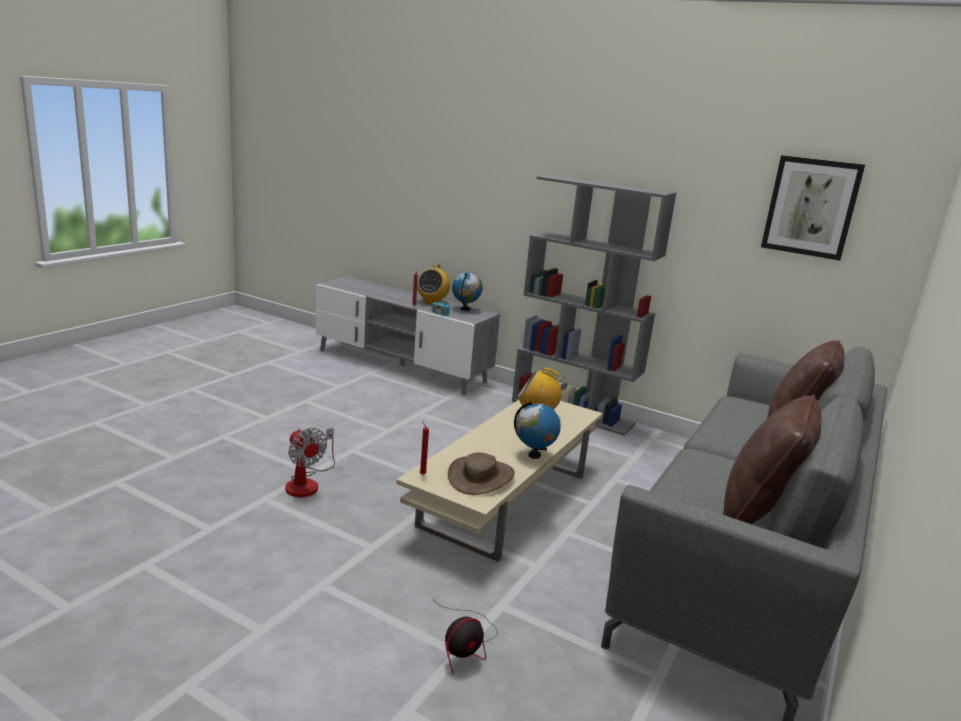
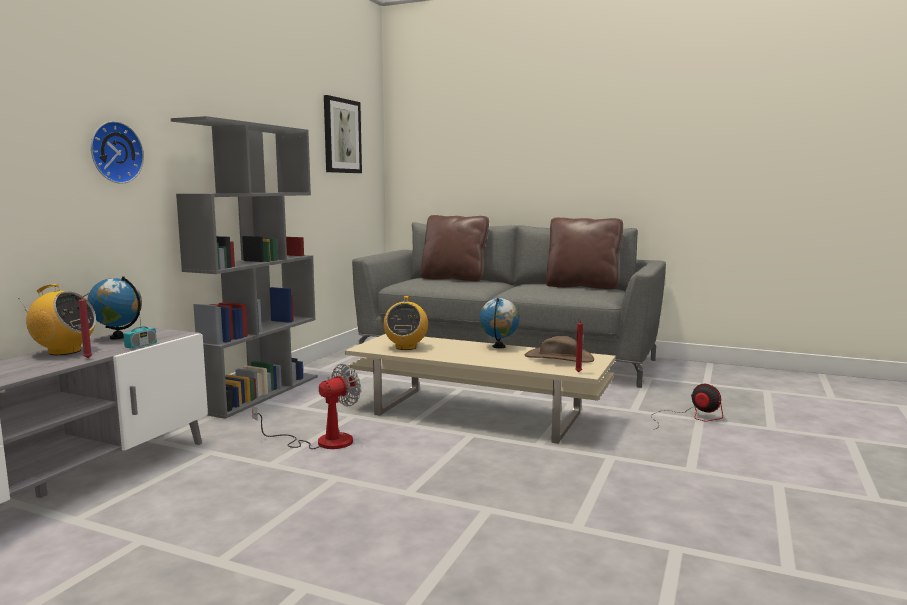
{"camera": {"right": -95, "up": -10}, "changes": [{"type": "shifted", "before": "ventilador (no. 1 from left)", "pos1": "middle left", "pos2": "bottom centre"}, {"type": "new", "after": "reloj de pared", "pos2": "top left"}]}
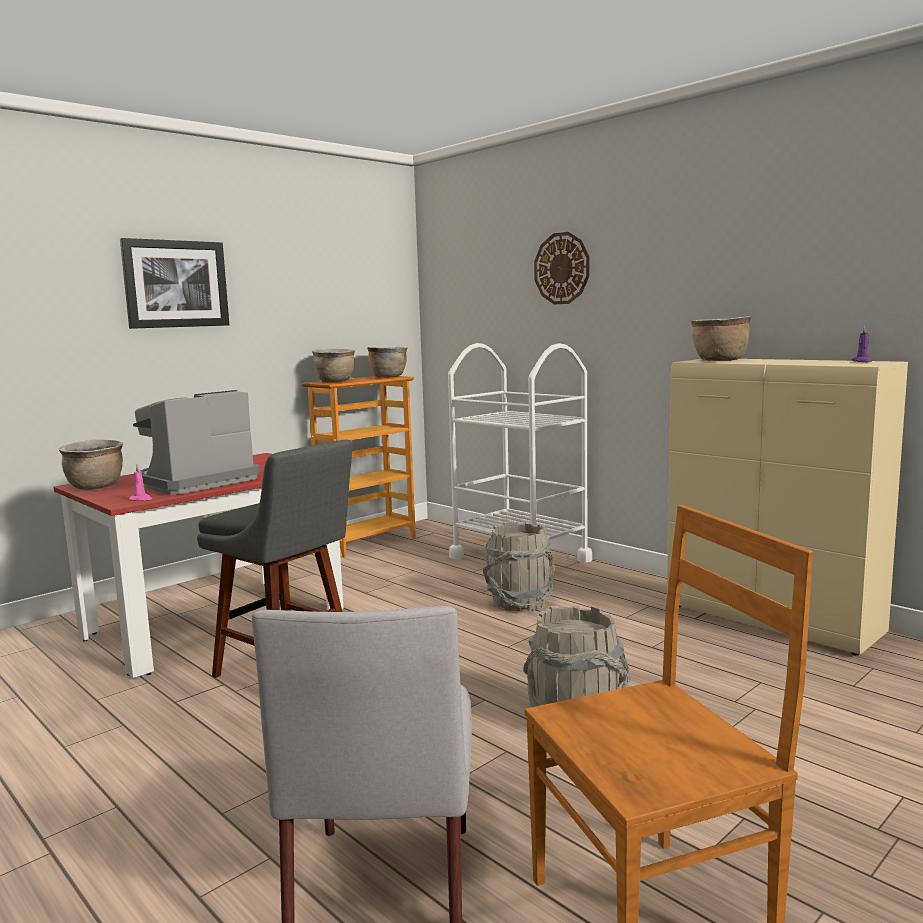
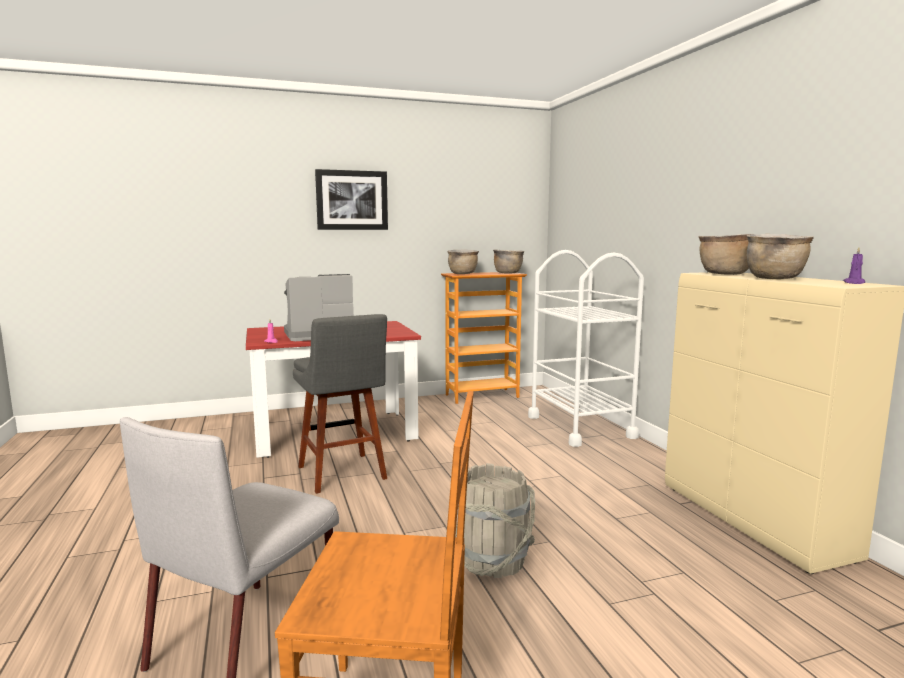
{"camera": {"right": 25, "up": 0}, "changes": [{"type": "gone", "before": "reloj de pared", "pos1": "top centre"}, {"type": "shifted", "before": "olla/marrón (no. 1 from left in the first image)", "after": "olla/marrón (no. 4 from left)", "pos1": "middle left", "pos2": "middle right"}, {"type": "gone", "before": "cubo/gris (no. 1 from left)", "pos1": "centre"}]}
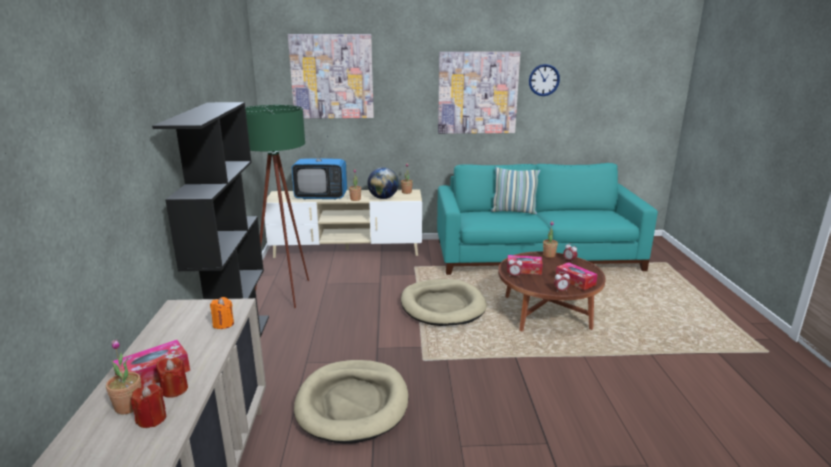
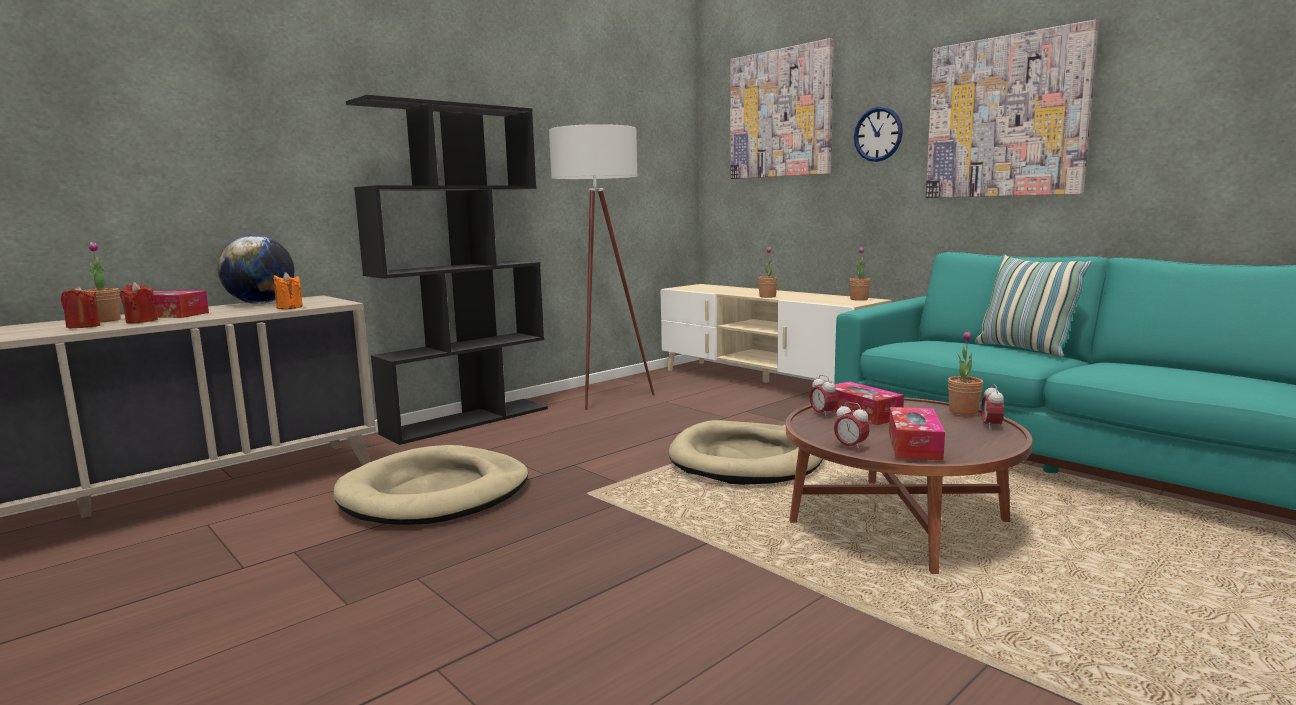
{"camera": {"right": 50, "up": -10}, "changes": [{"type": "shifted", "before": "reloj de pared", "pos1": "top centre", "pos2": "top right"}, {"type": "repainted", "before": "lámpara de pie/verde", "after": "lámpara de pie/blanco", "pos1": "centre", "pos2": "centre"}, {"type": "gone", "before": "televisor", "pos1": "centre"}, {"type": "shifted", "before": "globo terráqueo", "pos1": "centre", "pos2": "middle left"}]}
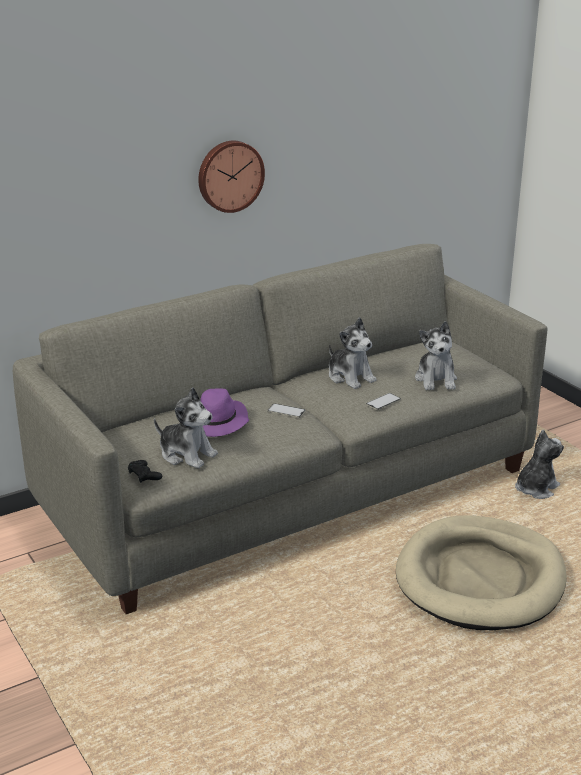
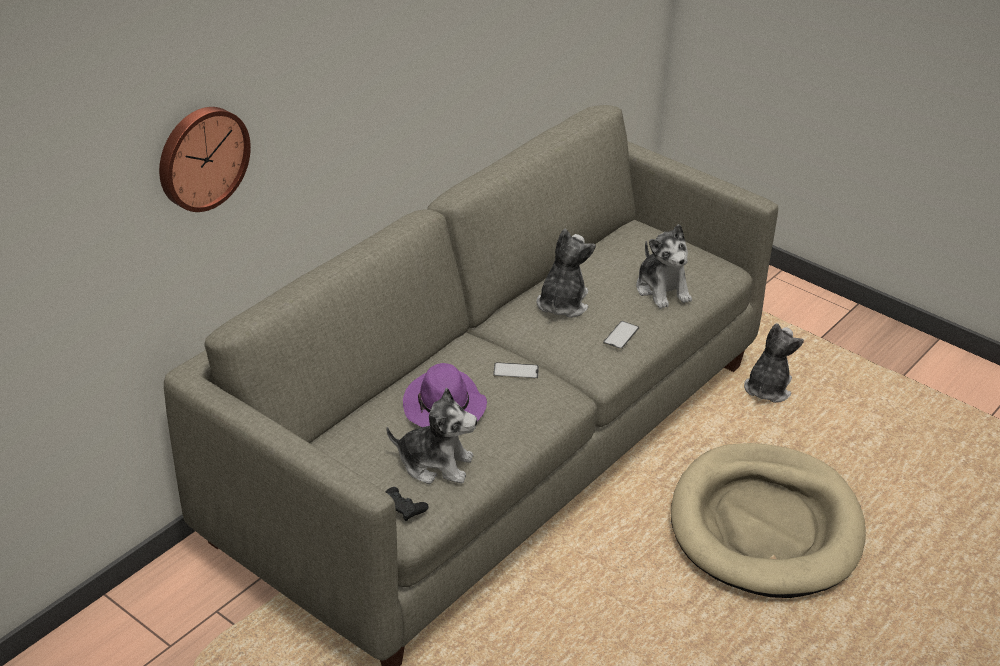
{"camera": {"right": -20, "up": 10}, "changes": [{"type": "shifted", "before": "reloj de pared", "pos1": "top centre", "pos2": "top left"}, {"type": "rotated", "before": "peluche (no. 2 from left)", "pos1": "centre", "pos2": "centre", "turn": -105}]}
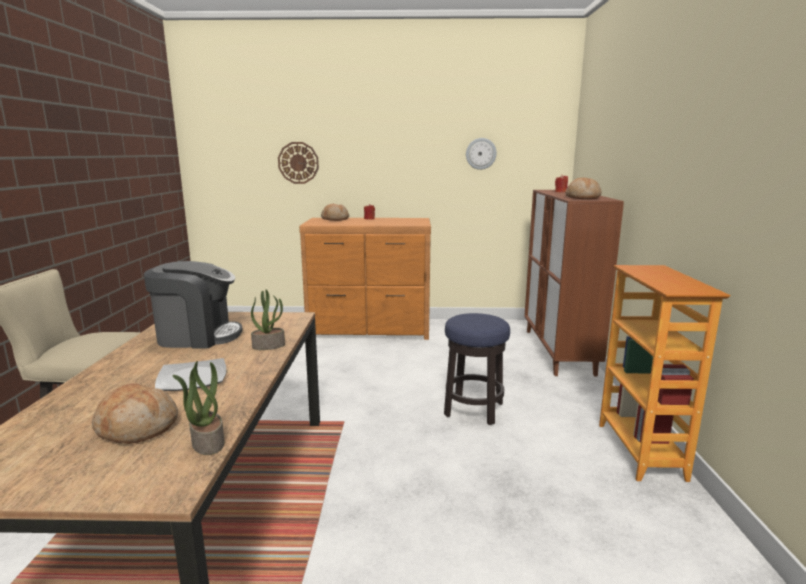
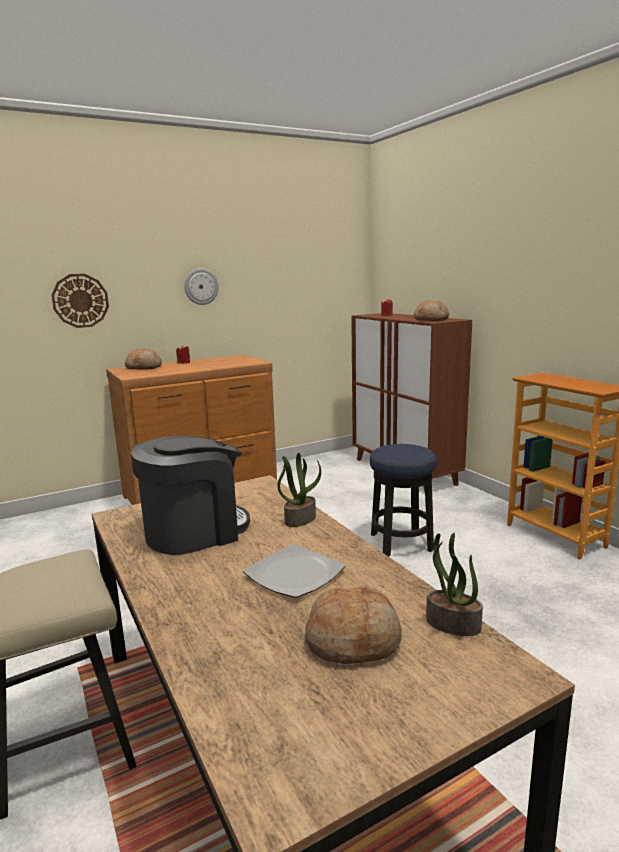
{"camera": {"right": -30, "up": 0}, "changes": [{"type": "shifted", "before": "reloj de pared (no. 2 from left)", "pos1": "top centre", "pos2": "middle left"}]}
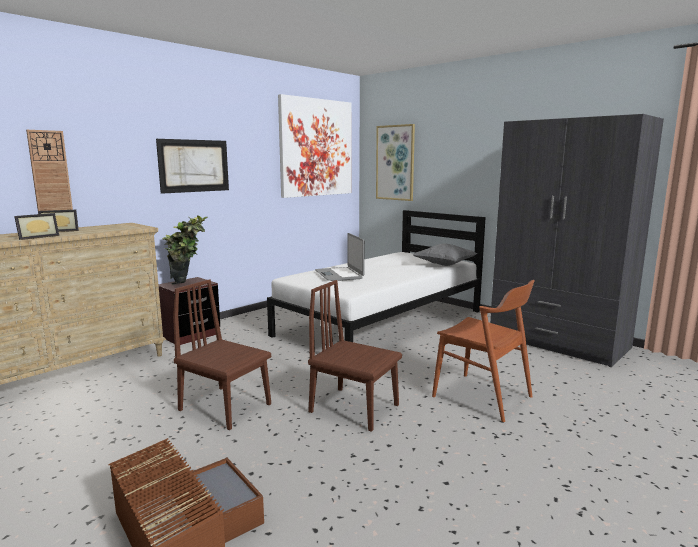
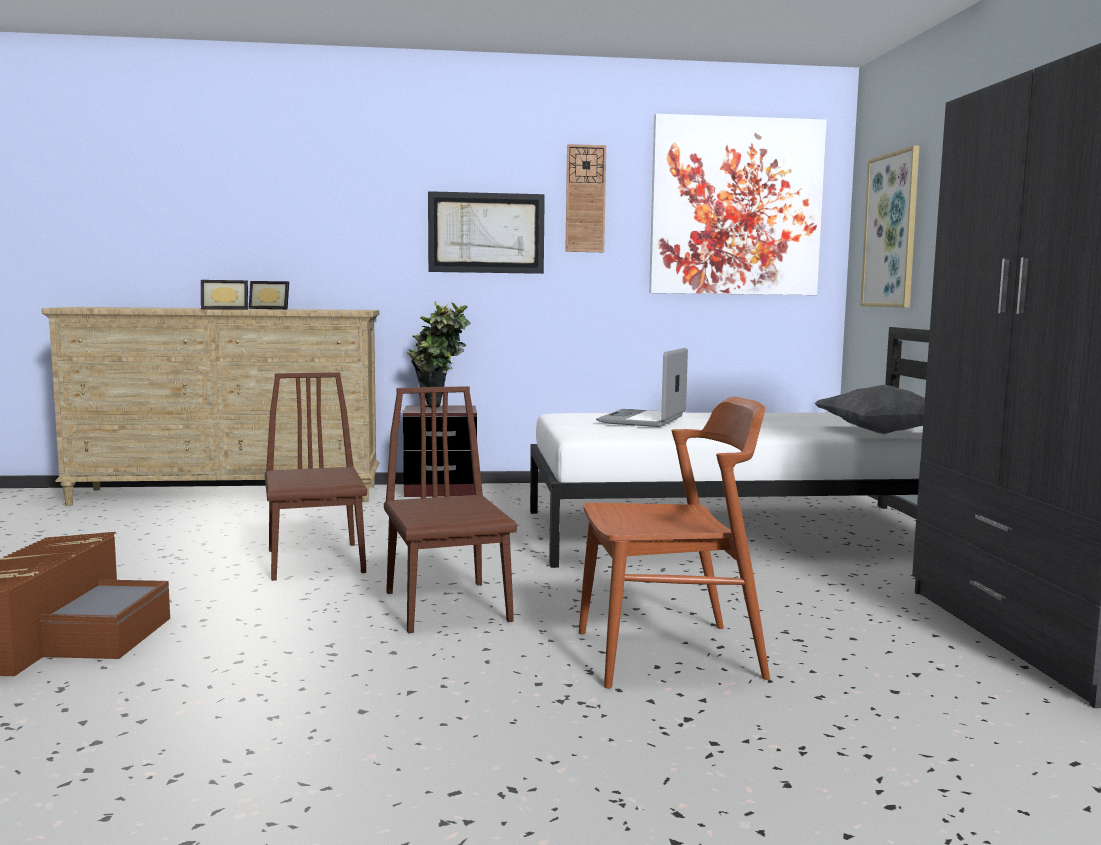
{"camera": {"right": 40, "up": -5}, "changes": [{"type": "shifted", "before": "reloj de pared", "pos1": "top left", "pos2": "top centre"}, {"type": "rotated", "before": "silla/marrón (no. 3 from left)", "pos1": "middle right", "pos2": "centre", "turn": -90}]}
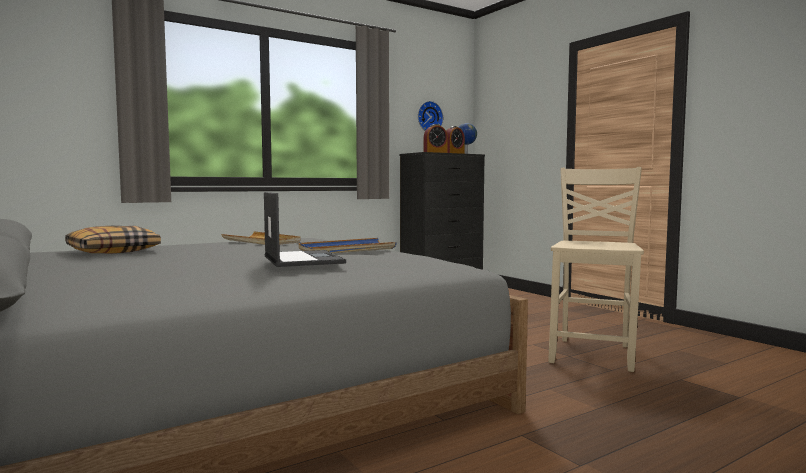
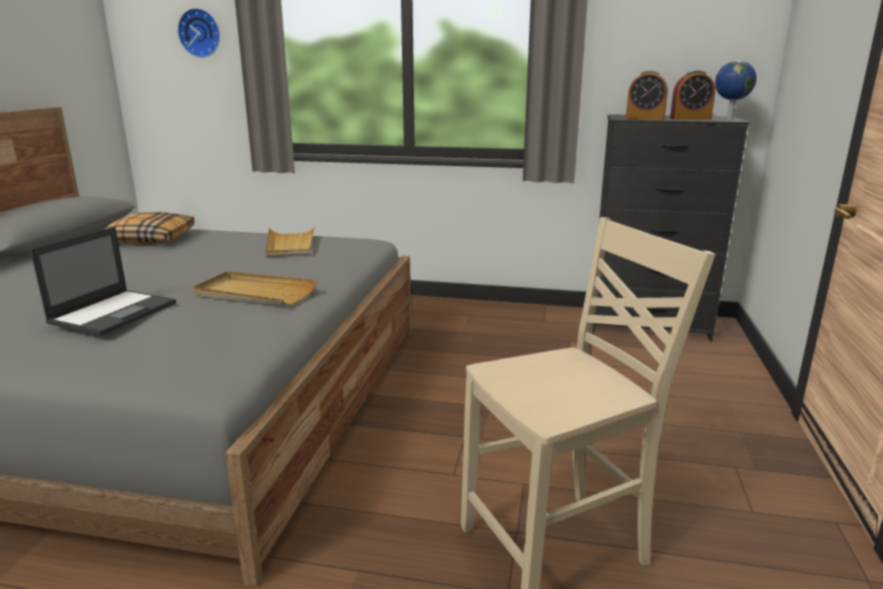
{"camera": {"right": 45, "up": 15}, "changes": [{"type": "shifted", "before": "reloj de pared", "pos1": "top centre", "pos2": "top left"}, {"type": "repainted", "before": "bandeja/azul", "after": "bandeja/beis (no. 1 from left)", "pos1": "centre", "pos2": "middle left"}]}
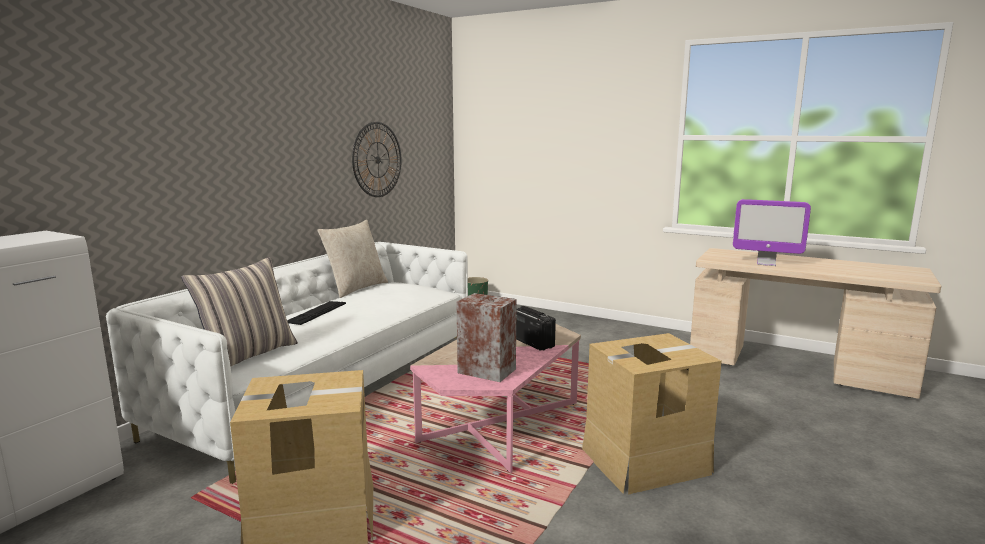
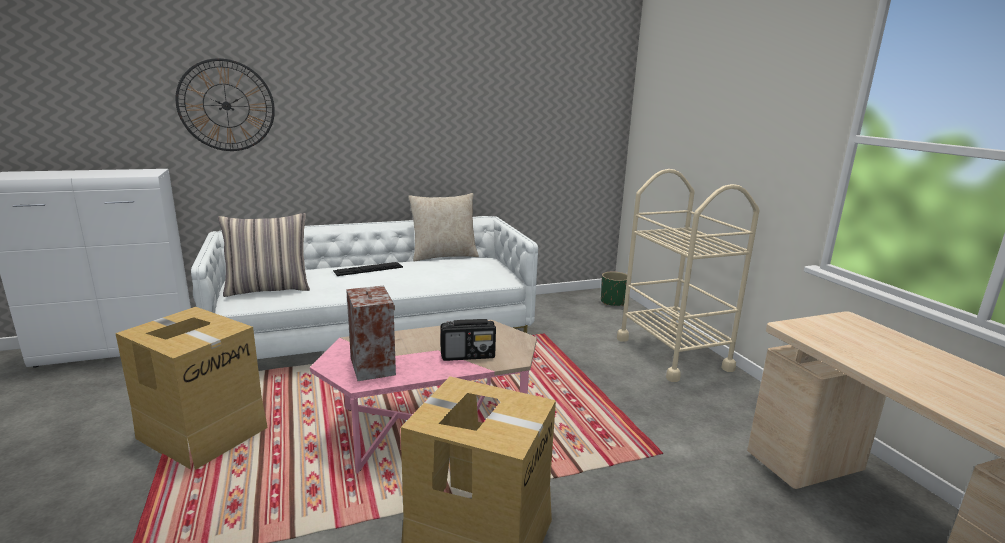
{"camera": {"right": 40, "up": 5}, "changes": [{"type": "shifted", "before": "reloj de pared", "pos1": "top centre", "pos2": "top left"}, {"type": "gone", "before": "monitor", "pos1": "middle right"}, {"type": "rotated", "before": "radio", "pos1": "centre", "pos2": "centre", "turn": 75}, {"type": "new", "after": "carrito/beis", "pos2": "middle right"}]}
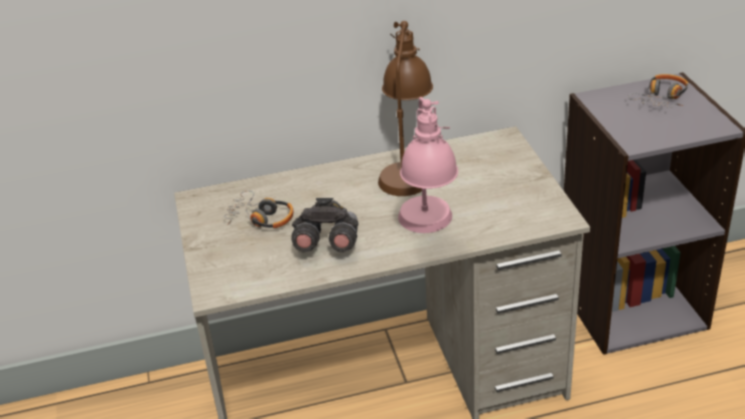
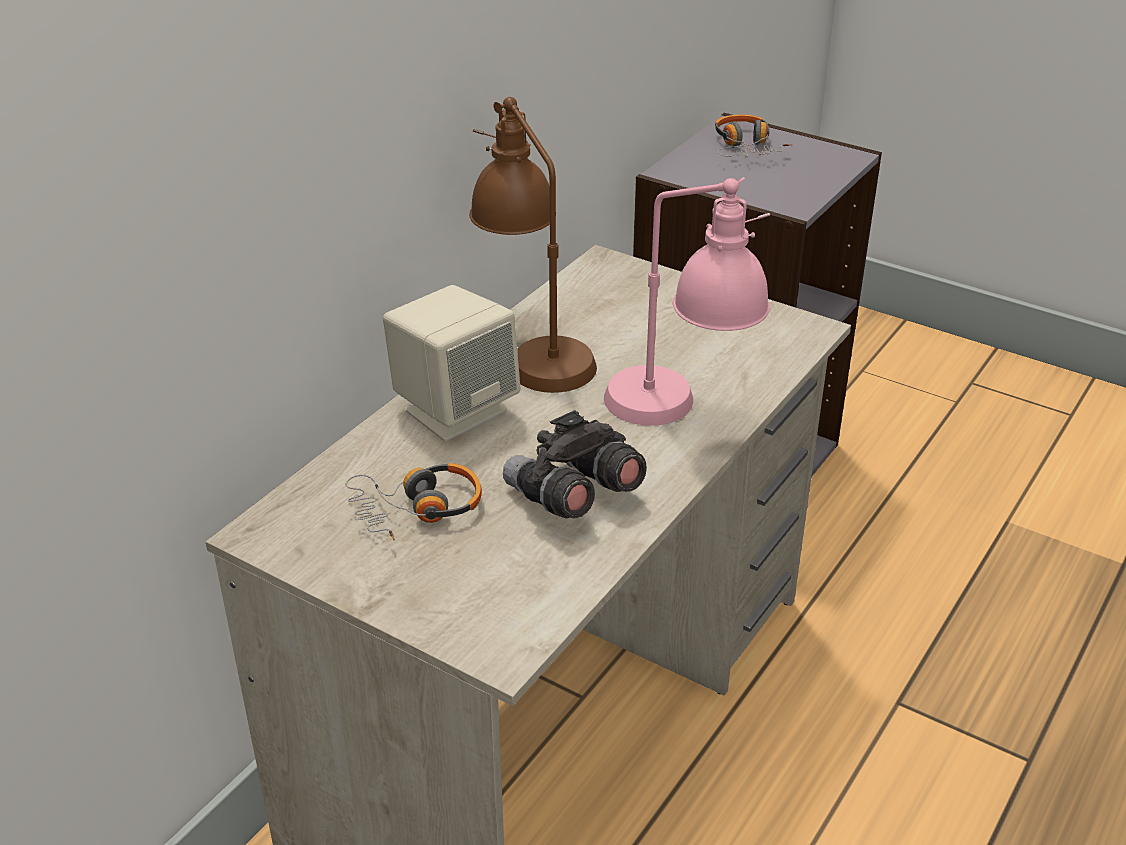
{"camera": {"right": -45, "up": 0}, "changes": [{"type": "new", "after": "altavoz/beis", "pos2": "centre"}]}
